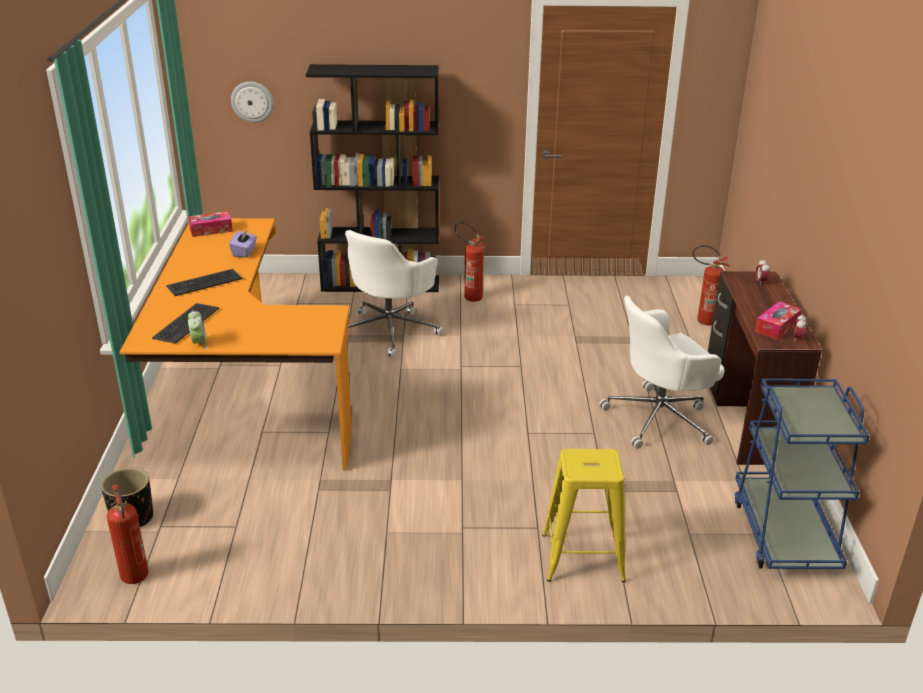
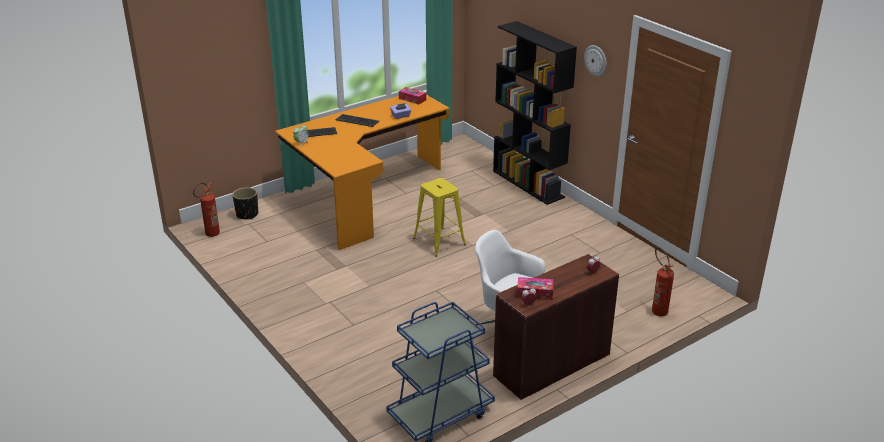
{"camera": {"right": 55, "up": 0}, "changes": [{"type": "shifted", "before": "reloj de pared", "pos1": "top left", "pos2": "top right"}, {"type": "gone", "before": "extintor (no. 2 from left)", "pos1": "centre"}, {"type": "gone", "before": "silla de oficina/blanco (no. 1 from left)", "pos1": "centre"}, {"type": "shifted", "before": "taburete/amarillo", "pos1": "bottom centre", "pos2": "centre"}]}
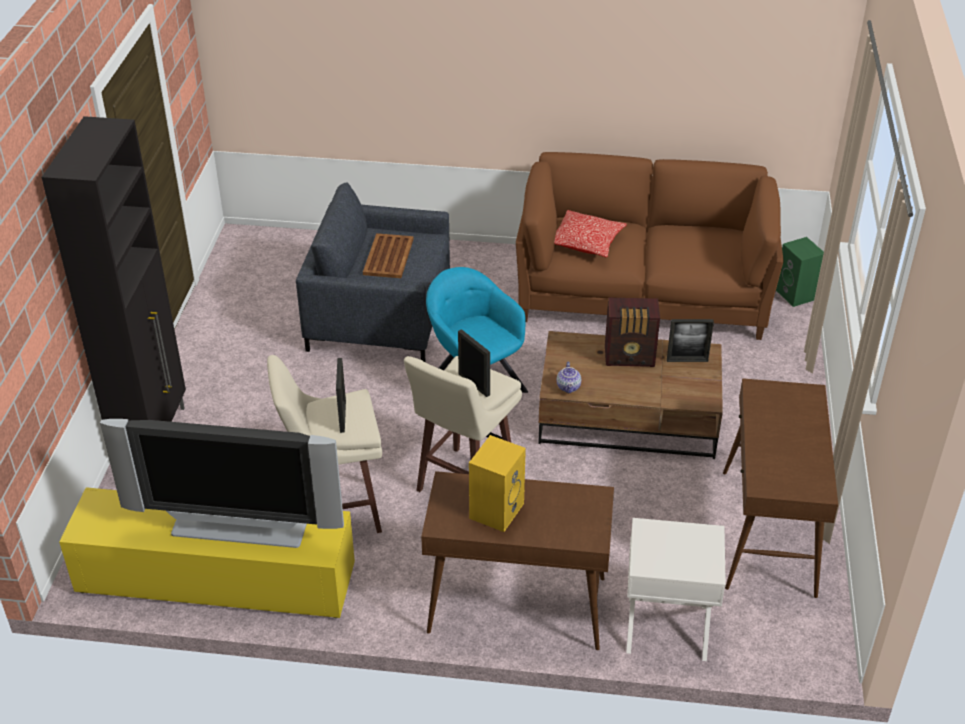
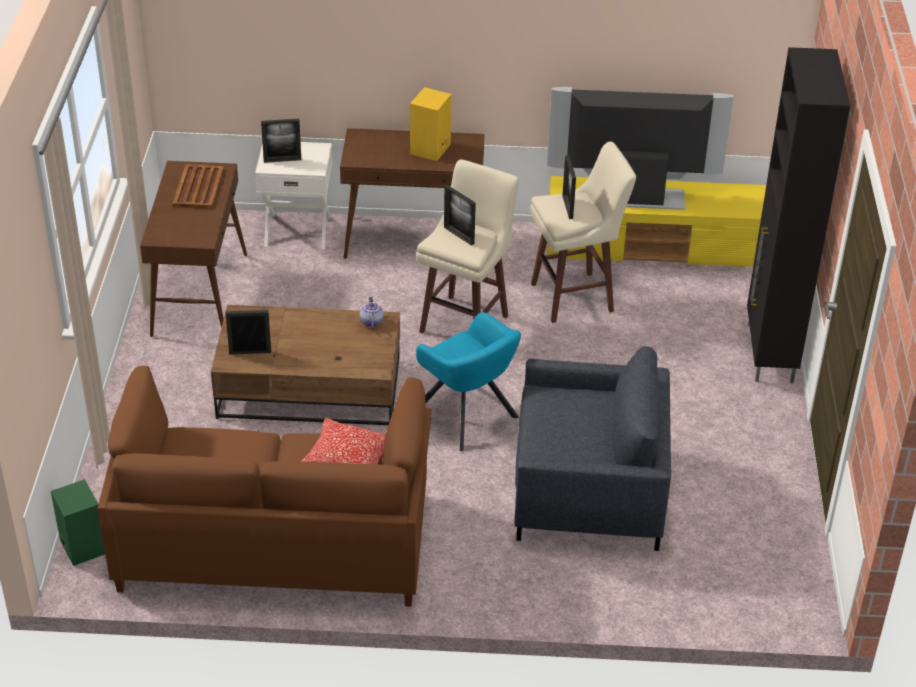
{"camera": {"right": 175, "up": 0}, "changes": [{"type": "shifted", "before": "bandeja/marrón", "pos1": "centre", "pos2": "top left"}, {"type": "gone", "before": "radio", "pos1": "centre"}, {"type": "new", "after": "portarretratos (no. 2 from left)", "pos2": "top left"}]}
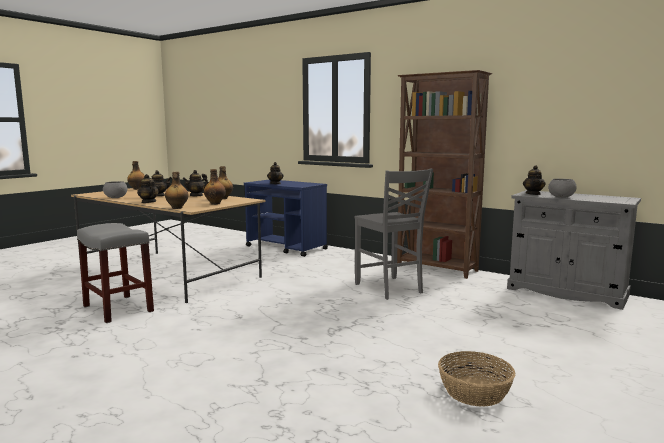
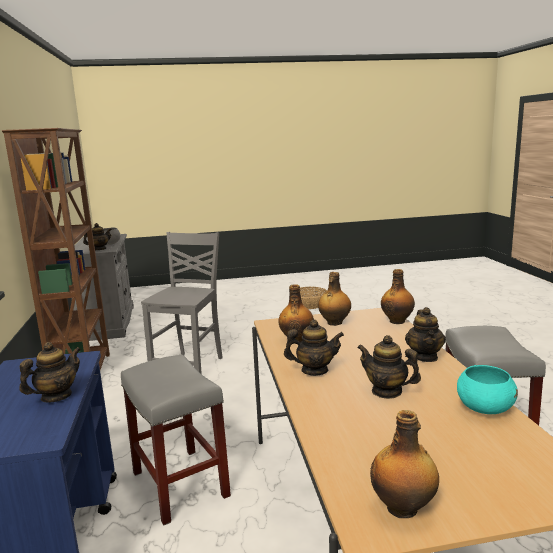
{"camera": {"right": -135, "up": 5}, "changes": [{"type": "repainted", "before": "cuenco/gris (no. 1 from left)", "after": "cuenco/turquesa", "pos1": "middle left", "pos2": "bottom right"}, {"type": "new", "after": "taburete/gris (no. 1 from left)", "pos2": "bottom left"}]}
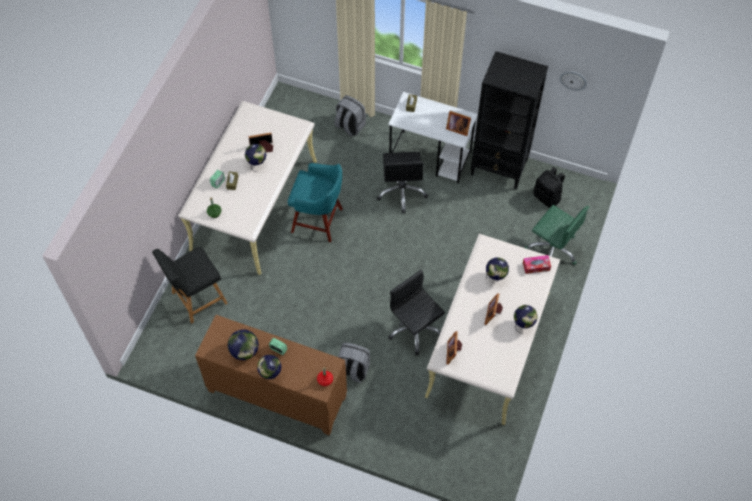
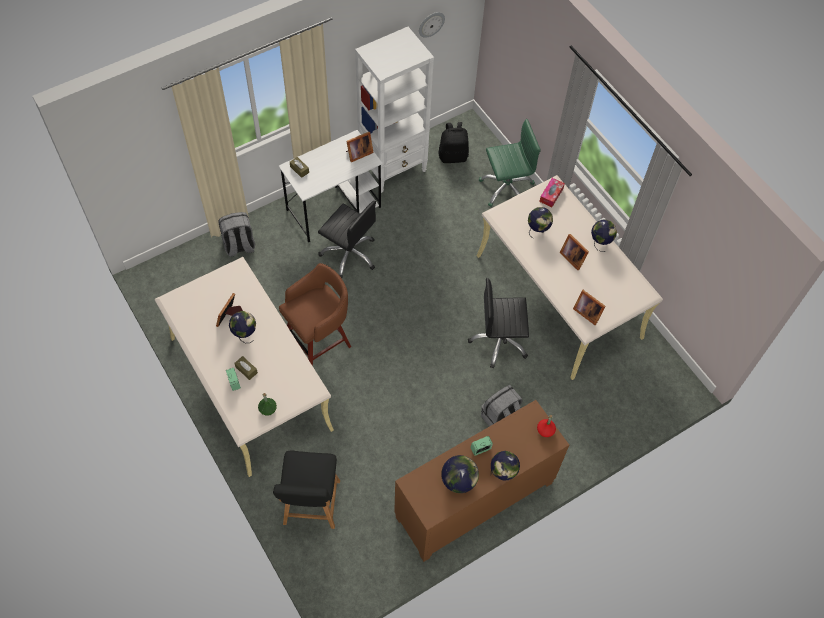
{"camera": {"right": -55, "up": 0}, "changes": [{"type": "repainted", "before": "estantería/negro", "after": "estantería/blanco", "pos1": "top right", "pos2": "top centre"}, {"type": "repainted", "before": "taburete/turquesa", "after": "taburete/marrón", "pos1": "centre", "pos2": "centre"}]}
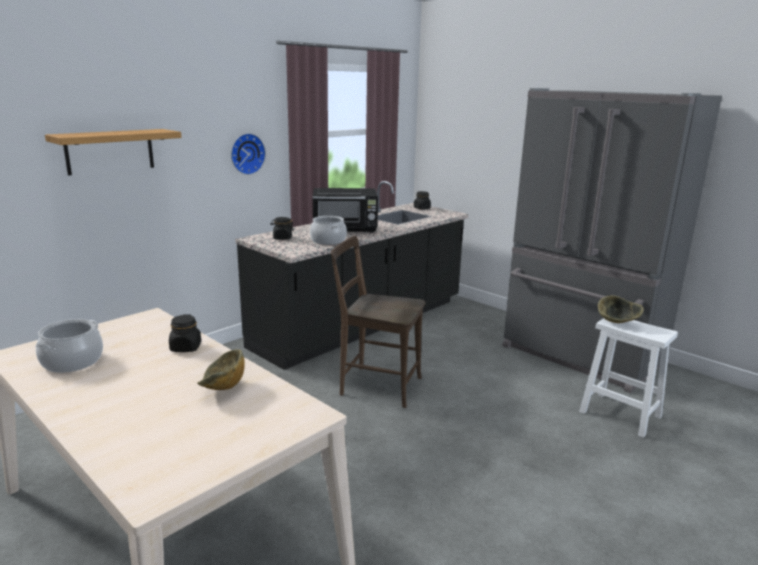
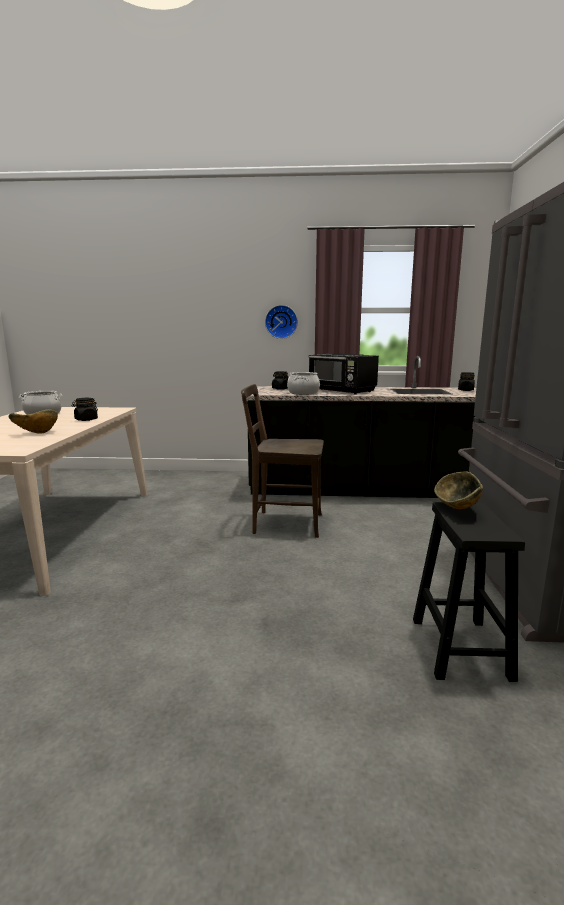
{"camera": {"right": 50, "up": -5}, "changes": [{"type": "gone", "before": "estante", "pos1": "top left"}, {"type": "rotated", "before": "silla/marrón", "pos1": "centre", "pos2": "centre", "turn": -60}, {"type": "repainted", "before": "taburete/blanco", "after": "taburete/negro", "pos1": "bottom right", "pos2": "middle right"}]}
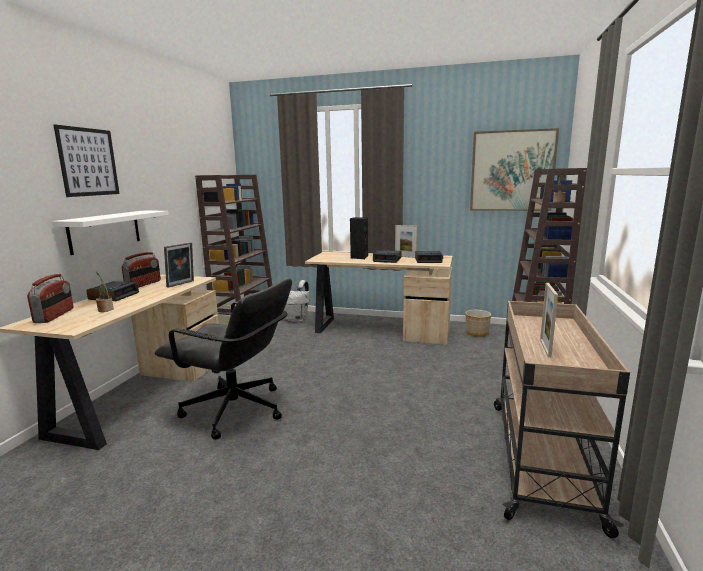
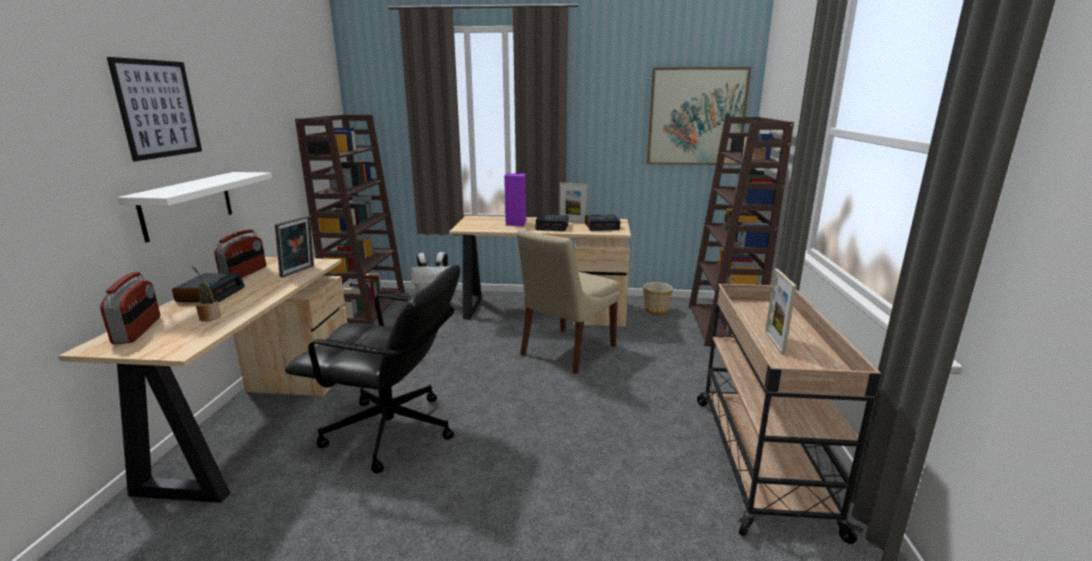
{"camera": {"right": -10, "up": 5}, "changes": [{"type": "repainted", "before": "altavoz/negro", "after": "altavoz/morado", "pos1": "centre", "pos2": "centre"}, {"type": "new", "after": "silla/beis", "pos2": "centre"}]}
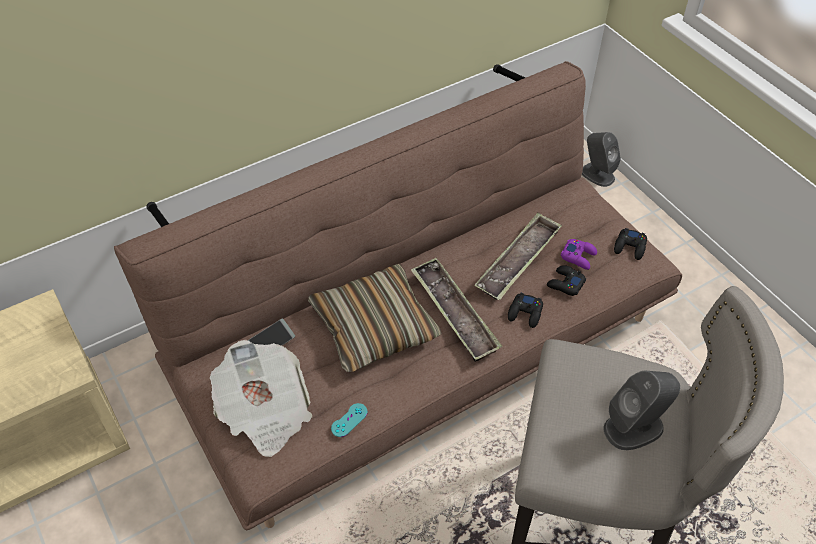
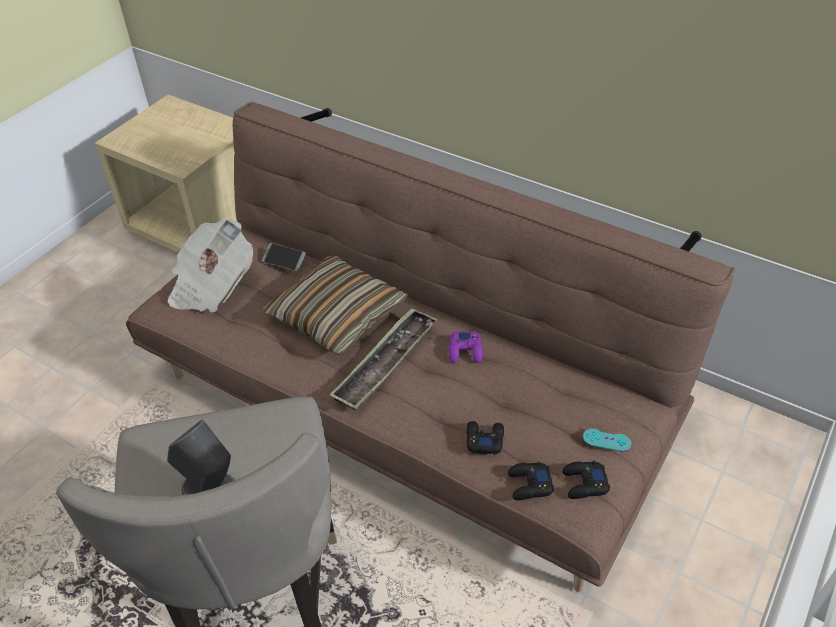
{"camera": {"right": 65, "up": -5}, "changes": [{"type": "gone", "before": "altavoz/gris (no. 1 from left)", "pos1": "top right"}, {"type": "gone", "before": "bandeja (no. 2 from left)", "pos1": "centre"}, {"type": "shifted", "before": "mando de consola/morado", "pos1": "middle right", "pos2": "centre"}, {"type": "shifted", "before": "mando de consola/negro (no. 1 from left in the first image)", "after": "mando de consola/negro (no. 2 from left)", "pos1": "centre", "pos2": "bottom centre"}, {"type": "shifted", "before": "mando de consola/turquesa", "pos1": "bottom centre", "pos2": "bottom right"}]}
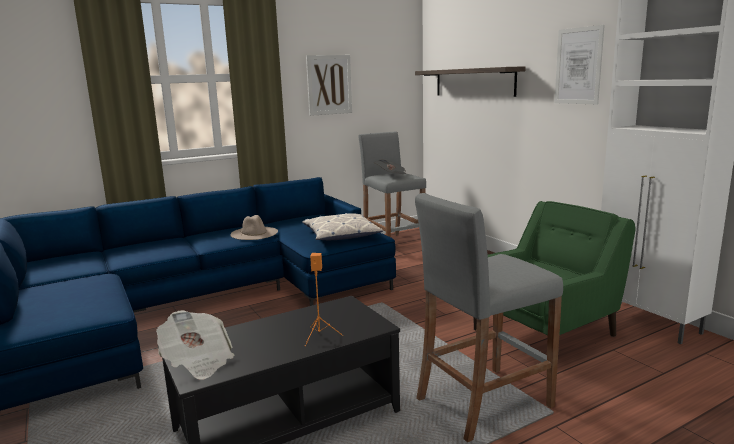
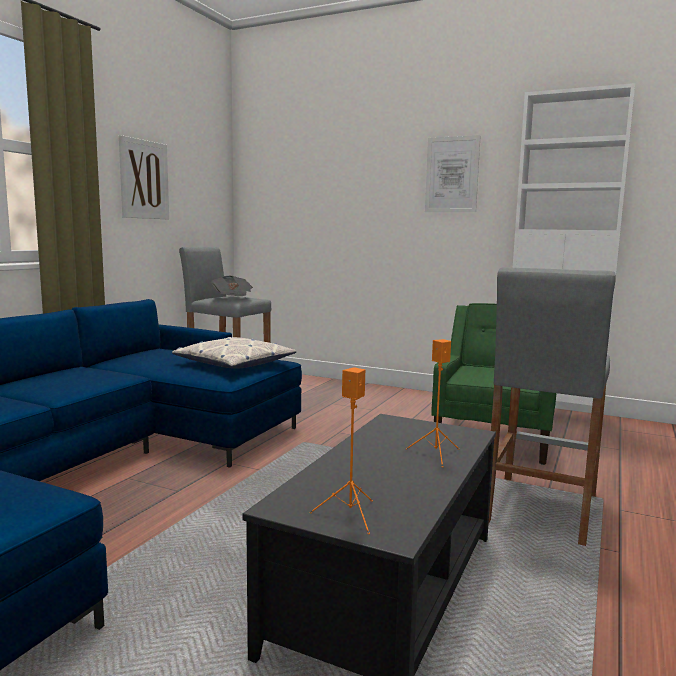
{"camera": {"right": -35, "up": -5}, "changes": [{"type": "gone", "before": "estante", "pos1": "top centre"}, {"type": "gone", "before": "sombrero/beis", "pos1": "centre"}, {"type": "swapped", "before": "periódico (no. 1 from left)", "after": "altavoz/naranja (no. 1 from left)", "pos1": "bottom left", "pos2": "centre"}]}
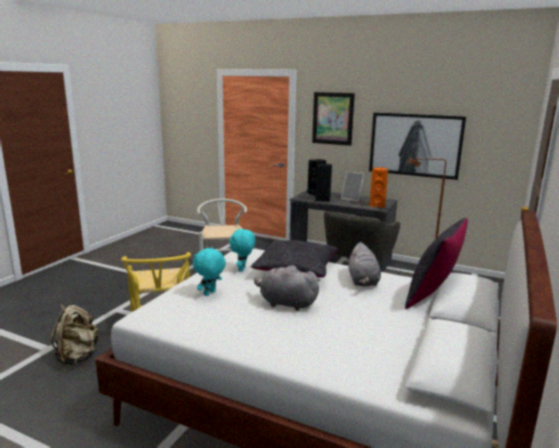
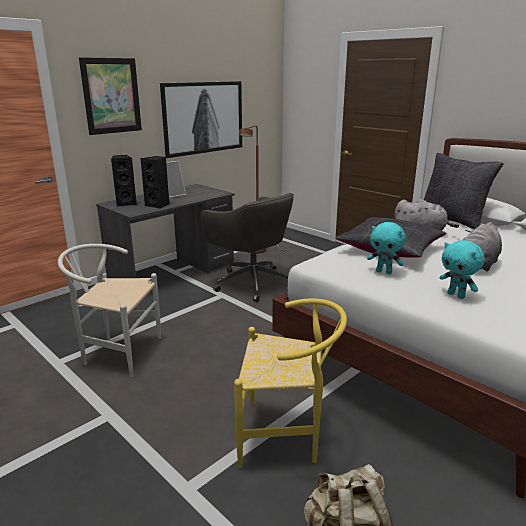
{"camera": {"right": -70, "up": 5}, "changes": [{"type": "gone", "before": "altavoz/naranja", "pos1": "middle right"}]}
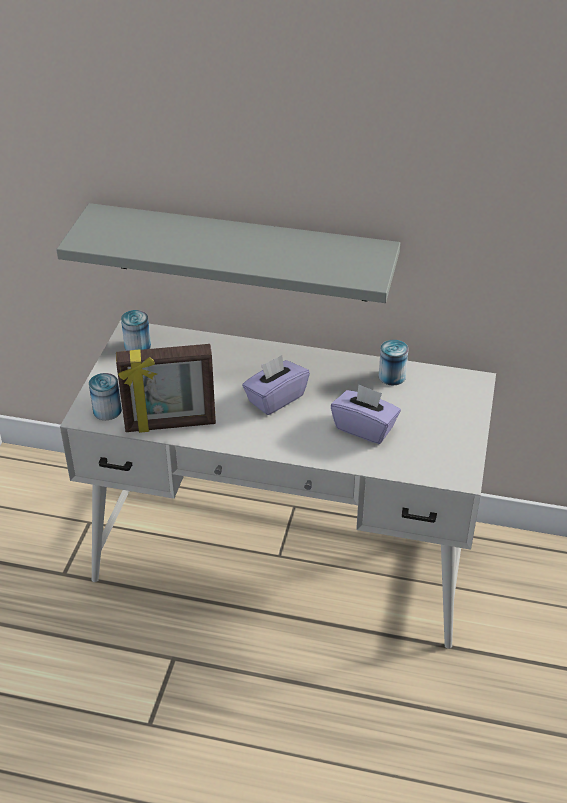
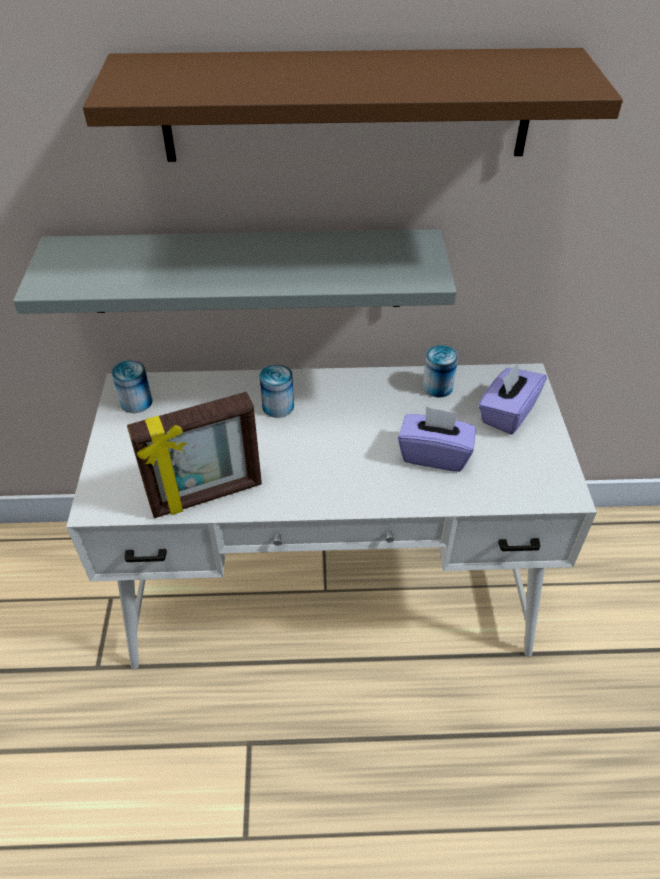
{"camera": {"right": -15, "up": 5}, "changes": [{"type": "shifted", "before": "caja de pañuelos/morado (no. 1 from left in the first image)", "after": "caja de pañuelos/morado (no. 2 from left)", "pos1": "centre", "pos2": "middle right"}, {"type": "shifted", "before": "lata (no. 1 from left in the first image)", "after": "lata (no. 2 from left)", "pos1": "middle left", "pos2": "centre"}, {"type": "new", "after": "estante/marrón", "pos2": "top centre"}]}
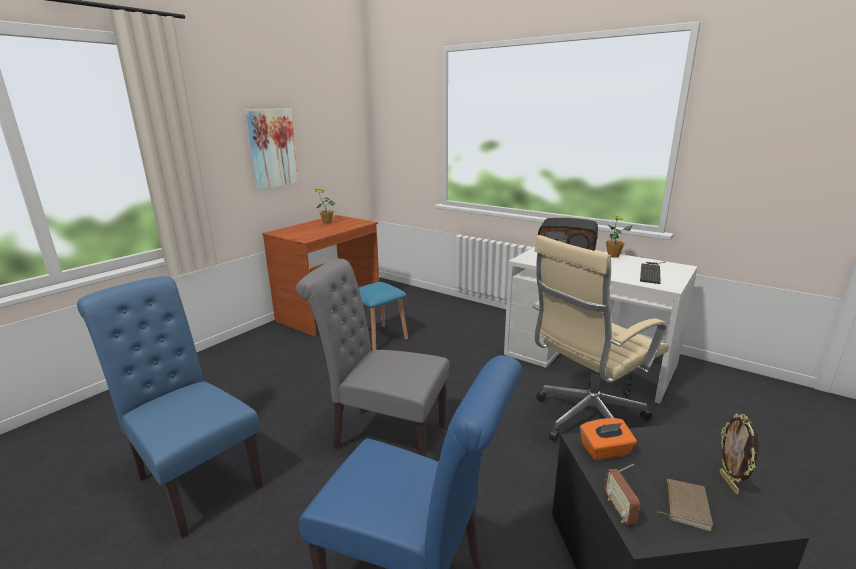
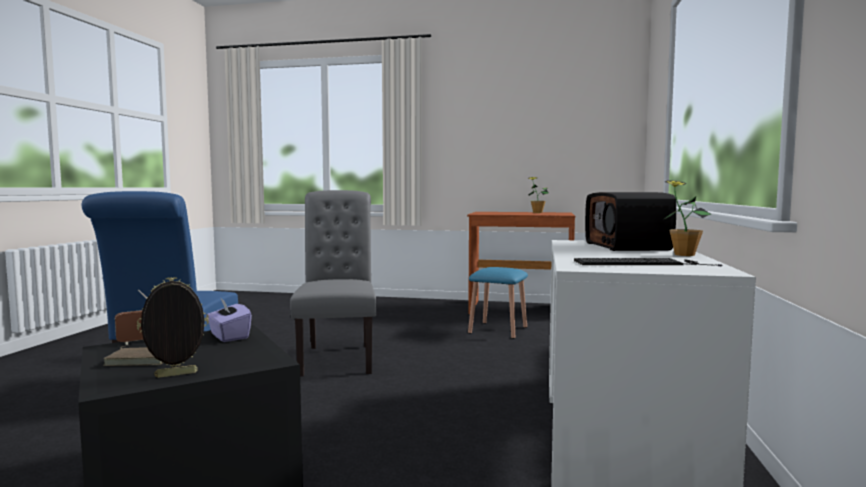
{"camera": {"right": 65, "up": -15}, "changes": [{"type": "gone", "before": "cuadro", "pos1": "top left"}, {"type": "gone", "before": "silla de oficina/beis", "pos1": "middle right"}, {"type": "gone", "before": "silla/azul (no. 1 from left)", "pos1": "bottom left"}, {"type": "repainted", "before": "caja de pañuelos/naranja", "after": "caja de pañuelos/morado", "pos1": "bottom right", "pos2": "middle left"}]}
